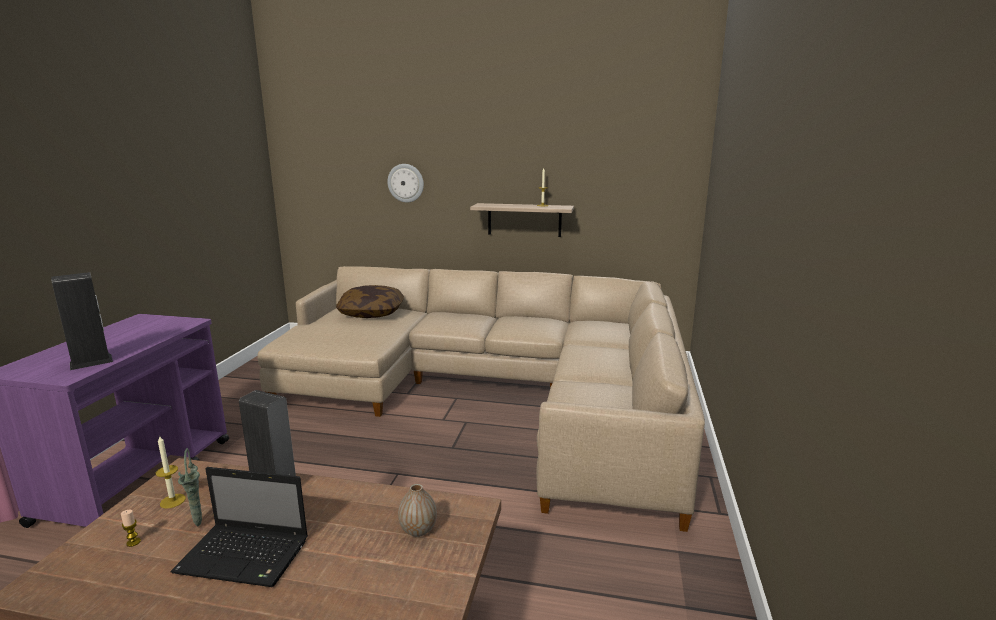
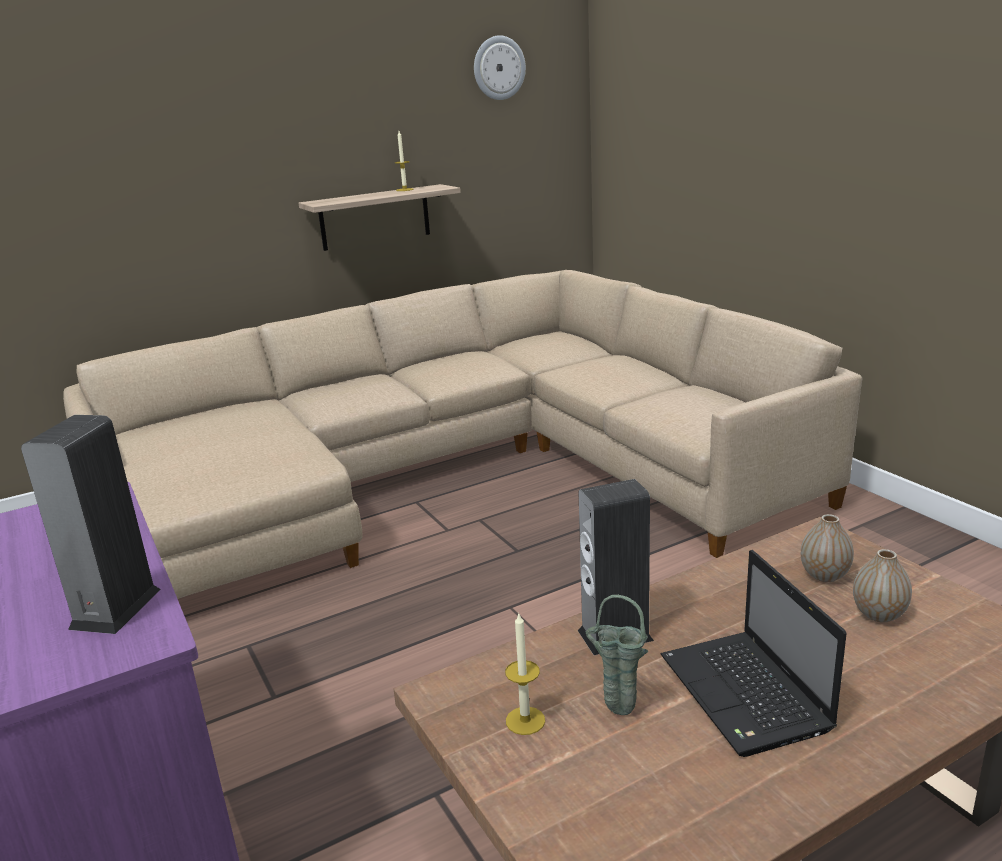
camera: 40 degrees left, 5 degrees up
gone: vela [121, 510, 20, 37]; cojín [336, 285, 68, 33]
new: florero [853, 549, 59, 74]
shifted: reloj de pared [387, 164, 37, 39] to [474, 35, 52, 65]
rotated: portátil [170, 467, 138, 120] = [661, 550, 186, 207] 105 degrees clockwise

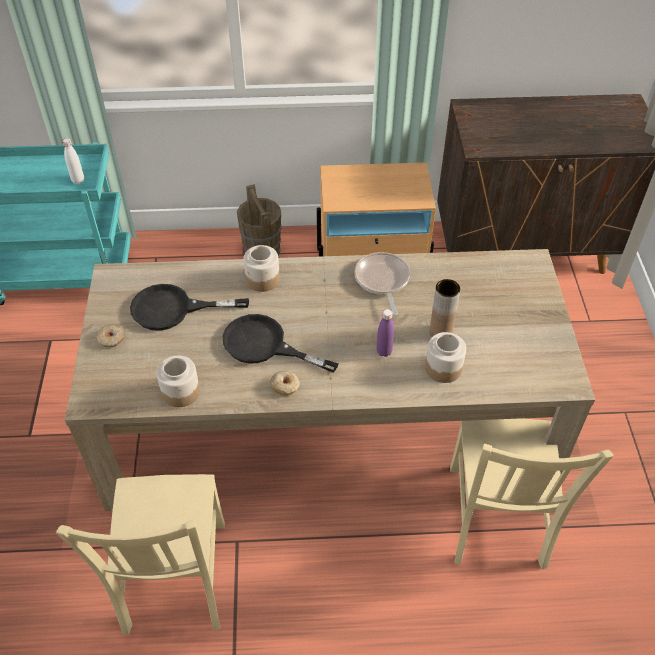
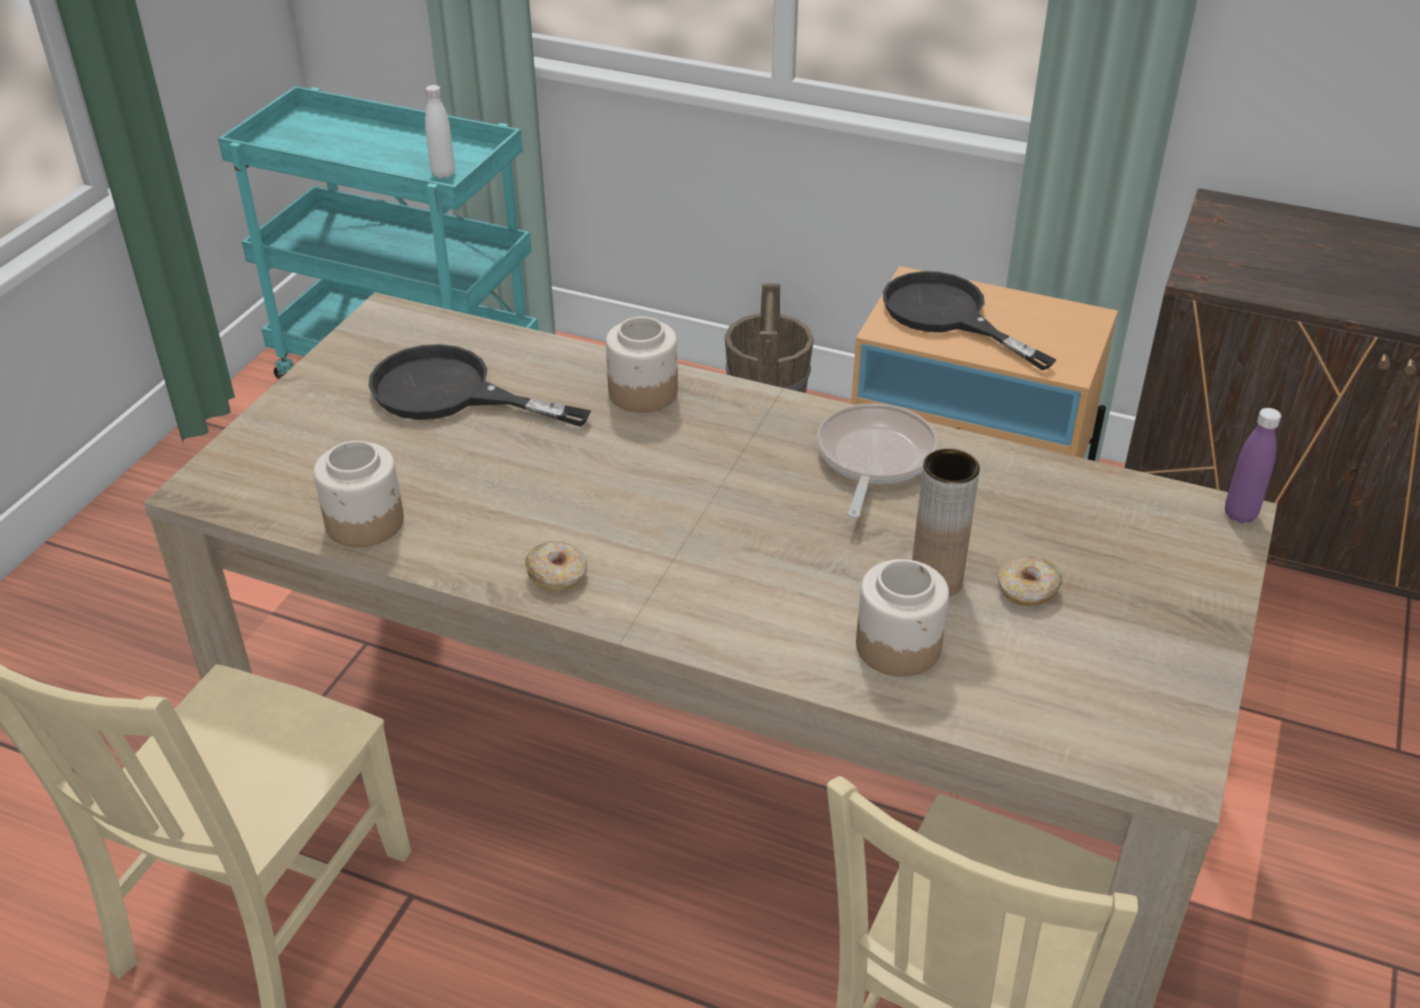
camera: 25 degrees right, 10 degrees down
shifted: sartén (negro) [222, 314, 116, 59] to [883, 271, 173, 100]; rosquilla [97, 323, 28, 25] to [998, 556, 64, 50]; botella (morado) [376, 309, 18, 48] to [1225, 408, 56, 115]

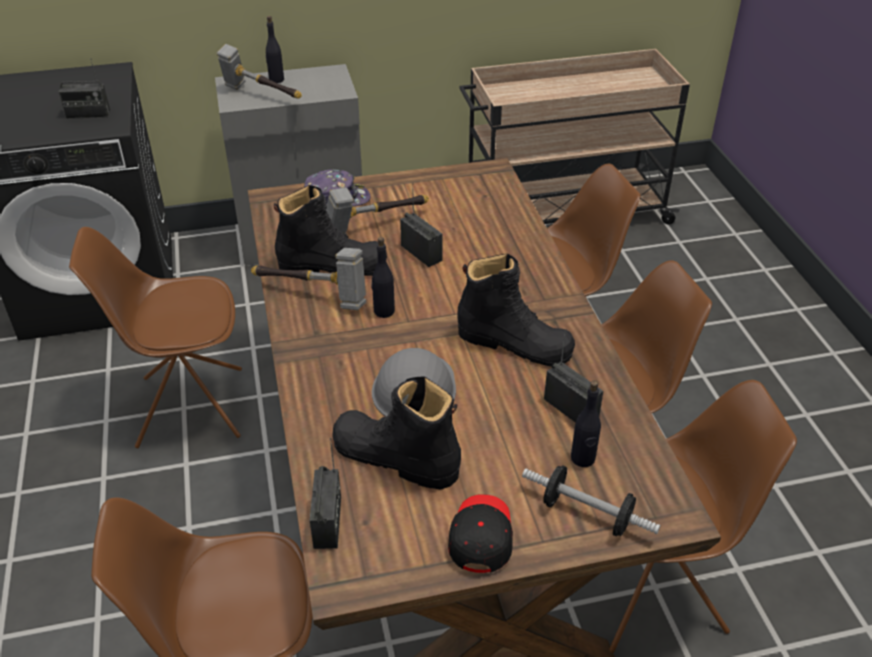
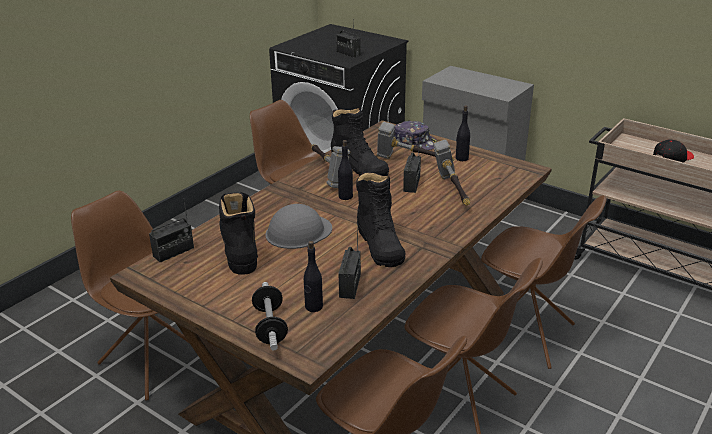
camera: 50 degrees right, 10 degrees down
shifted: martillo [217, 44, 85, 54] to [433, 139, 37, 67]; botella (negro) [265, 16, 19, 67] to [456, 106, 14, 55]; gorra (negro) [448, 494, 65, 79] to [653, 140, 41, 23]

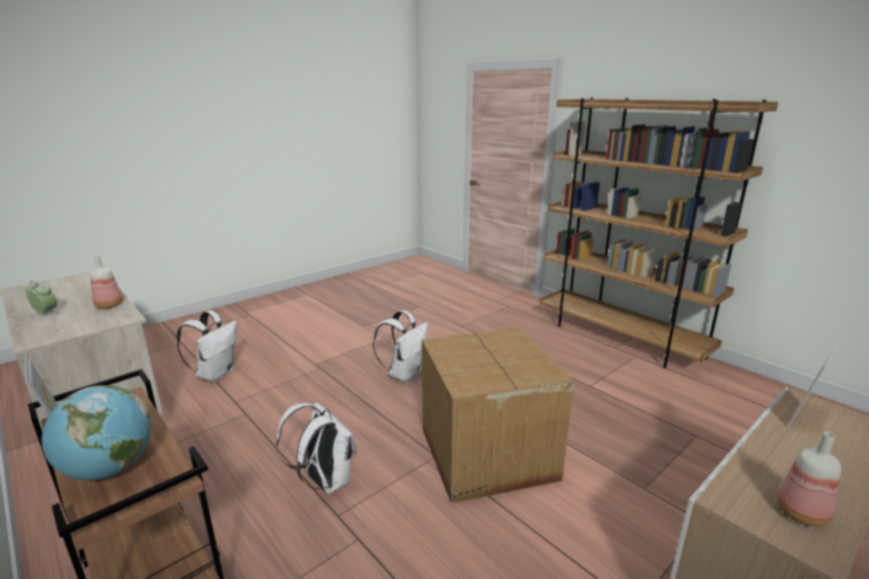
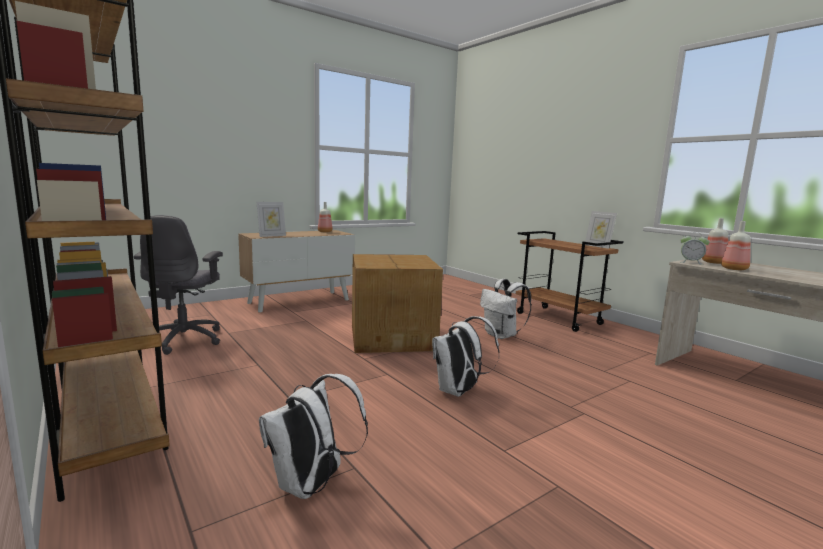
camera: 175 degrees left, 10 degrees down
gone: globo terráqueo [42, 385, 109, 95]
new: silla de oficina (gris) [134, 215, 89, 140]; botella [702, 218, 26, 46]
shifted: mochila (blanco) [177, 310, 60, 72] to [259, 374, 109, 125]; despertador [25, 280, 36, 33] to [680, 232, 29, 33]

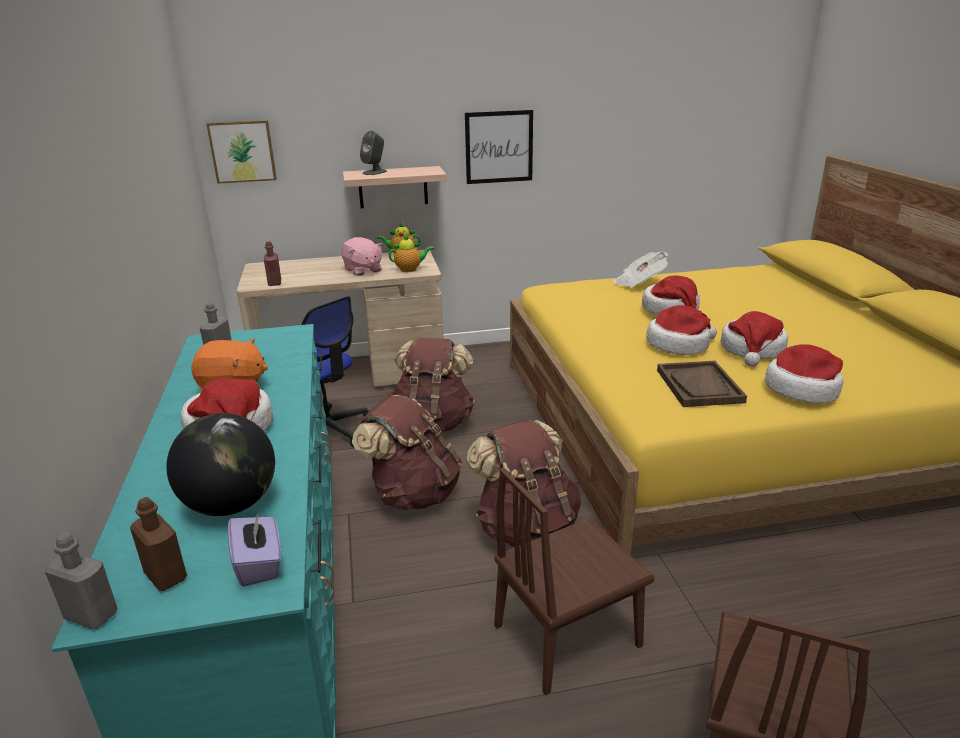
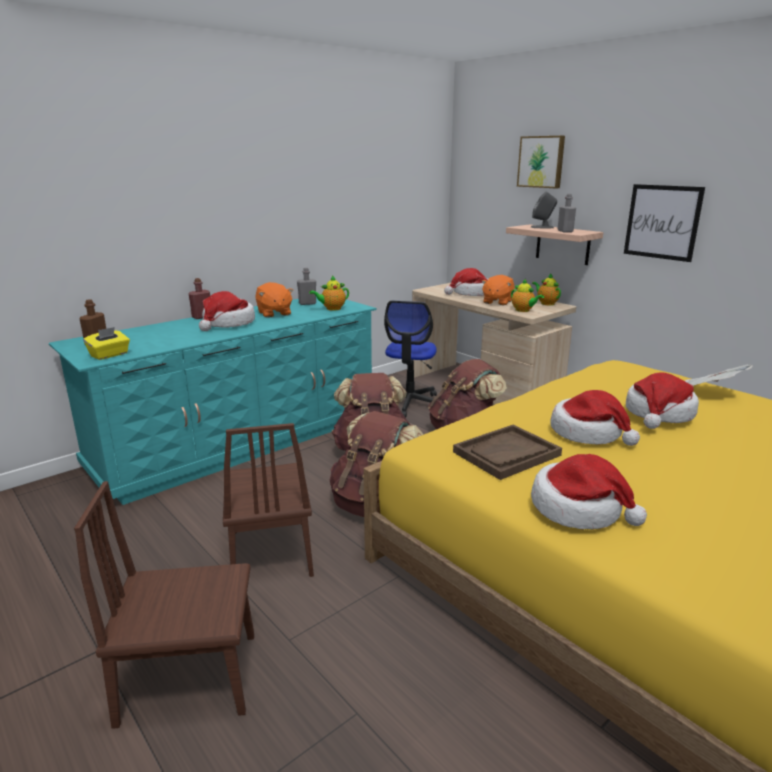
camera: 60 degrees right, 5 degrees down
gone: globo terráqueo [166, 413, 109, 103]
new: tetera [309, 276, 40, 35]
shifted: botella (rojo) [264, 241, 17, 45] to [188, 278, 22, 41]; sombrero [720, 311, 68, 56] to [444, 268, 44, 28]; cuadro [206, 120, 71, 64] to [517, 136, 48, 52]; botella (gris) [45, 533, 72, 97] to [557, 194, 19, 39]
repainted: caja de pañuelos (morado) [228, 512, 53, 75] to caja de pañuelos (amarillo) [83, 327, 47, 33]; peluche (rosa) [341, 237, 42, 39] to peluche (naranja) [481, 275, 34, 30]
rotated: silla (marrón) [494, 468, 161, 227] = [223, 423, 91, 154] 135 degrees counterclockwise

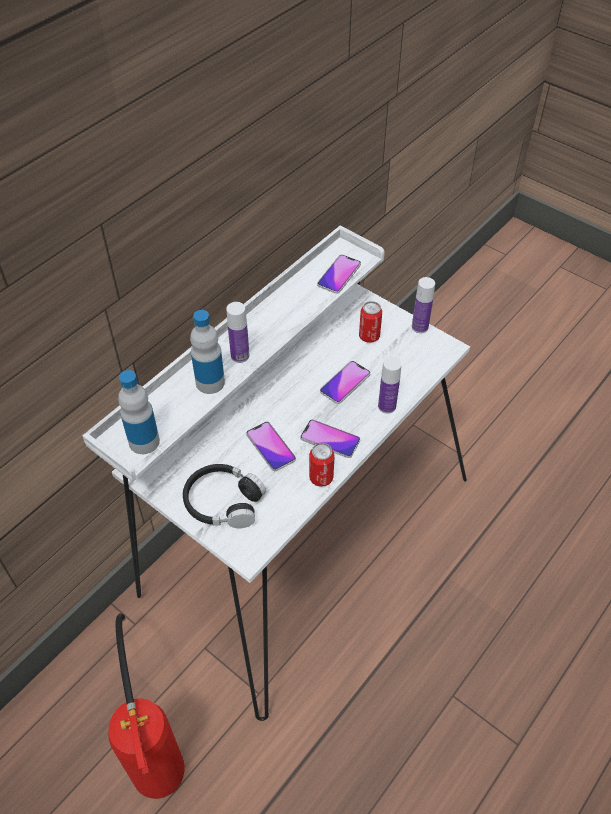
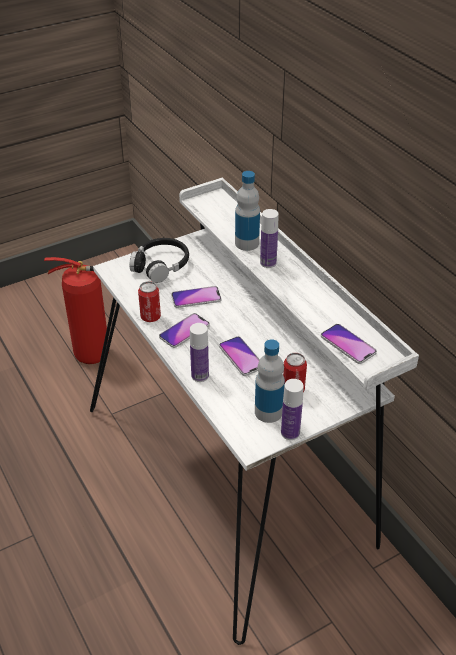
camera: 110 degrees right, 10 degrees down
shifted: botella [118, 370, 42, 84] to [255, 339, 30, 84]

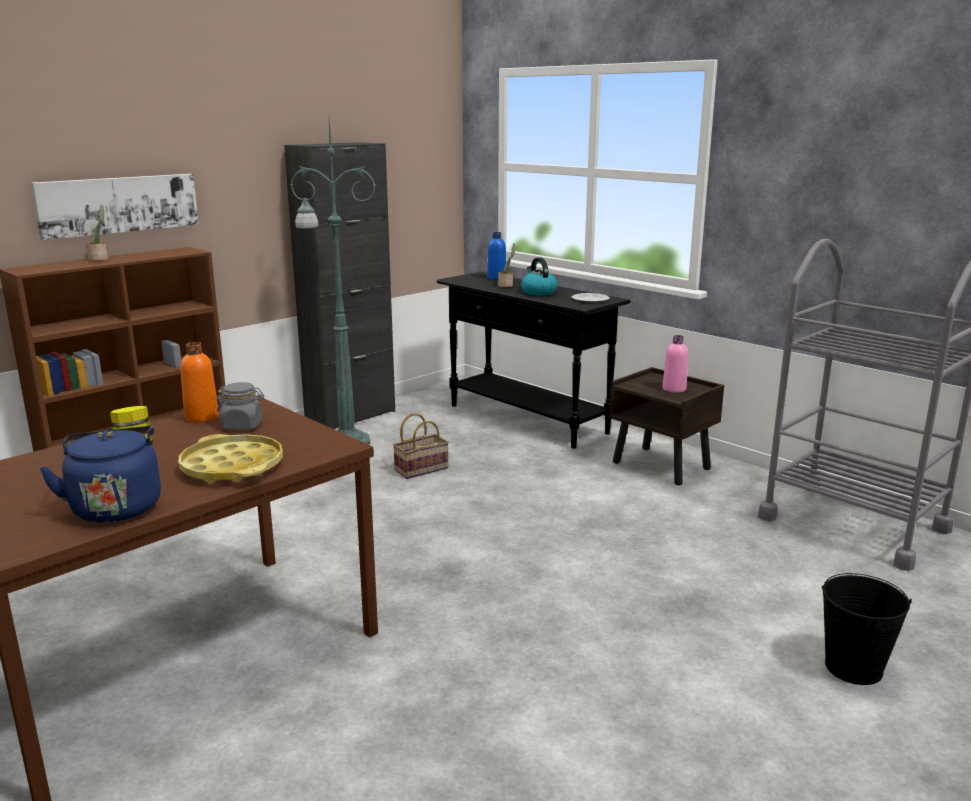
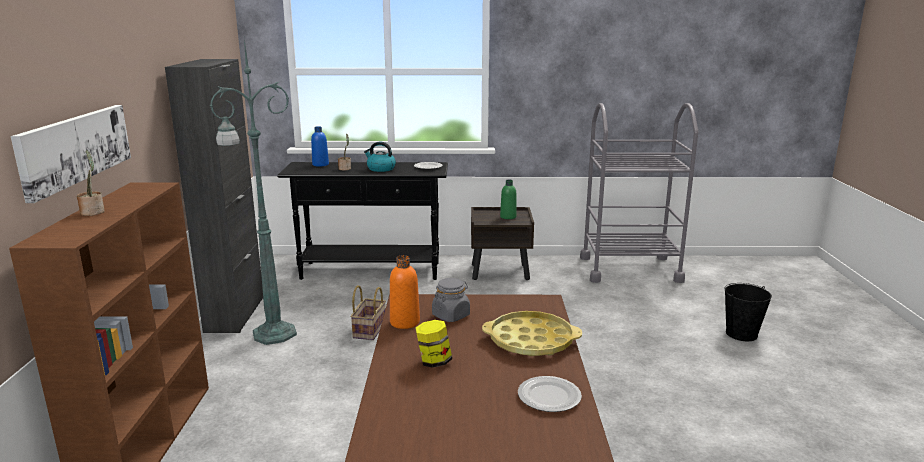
camera: 45 degrees left, 0 degrees up
swapped: hervidor (azul) [39, 426, 122, 97] to plato [518, 376, 64, 36]
repainted: botella (rosa) [663, 335, 25, 58] to botella (verde) [500, 180, 17, 39]

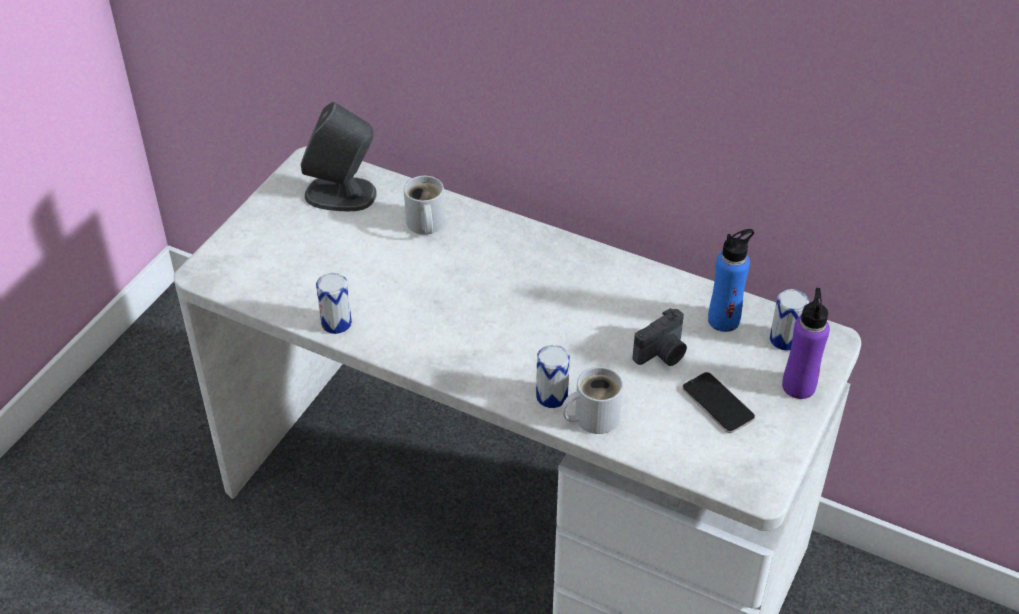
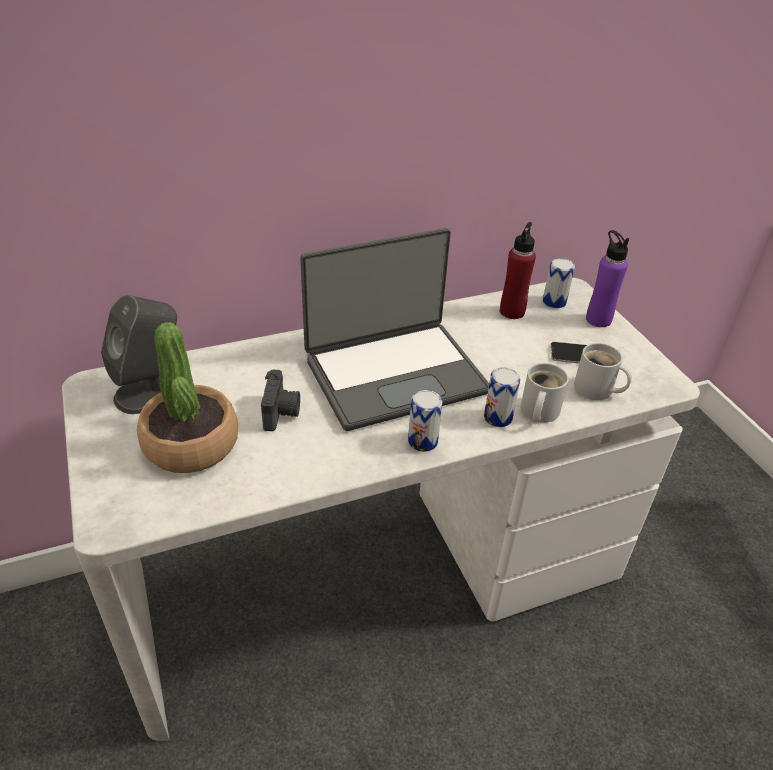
camera: 50 degrees left, 5 degrees down
new: planta en maceta [137, 322, 101, 151]; portátil [300, 228, 189, 203]
shifted: cámara [632, 308, 55, 58] to [261, 370, 39, 61]; lata [316, 273, 36, 61] to [408, 390, 35, 62]; taza grande (blanco) [404, 176, 41, 59] to [574, 343, 58, 57]
repainted: botella (azul) [708, 229, 46, 103] to botella (rojo) [500, 222, 36, 97]

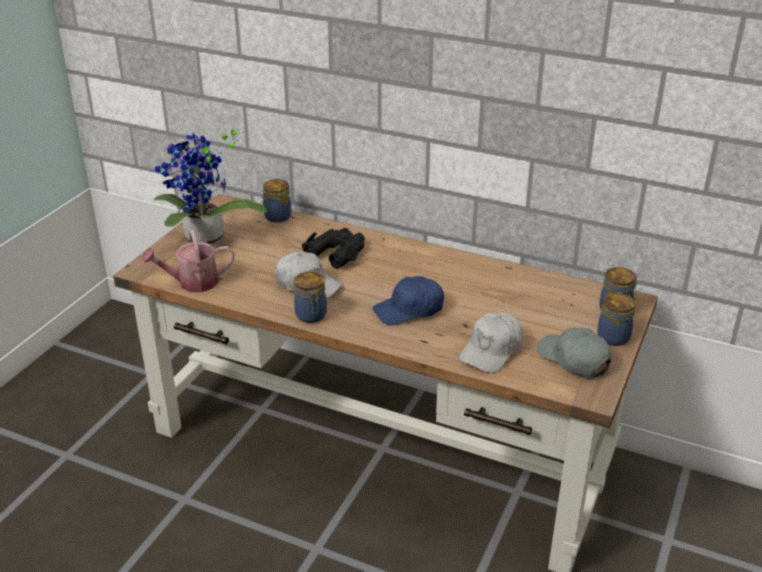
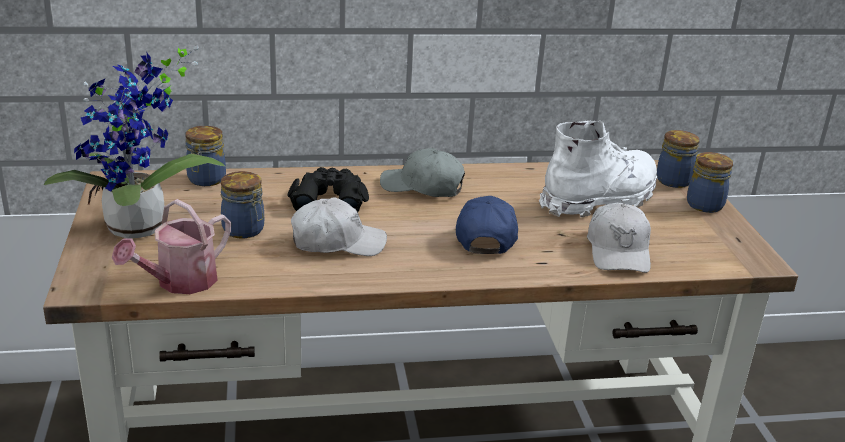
camera: 35 degrees left, 5 degrees down
new: bota (blanco) [539, 121, 118, 96]
shifted: tarro [294, 272, 33, 51] to [221, 171, 43, 67]; gorra (gris) [537, 327, 74, 52] to [380, 148, 85, 49]
rotated: gorra (azul) [373, 276, 71, 49] = [456, 196, 62, 58] 150 degrees clockwise

